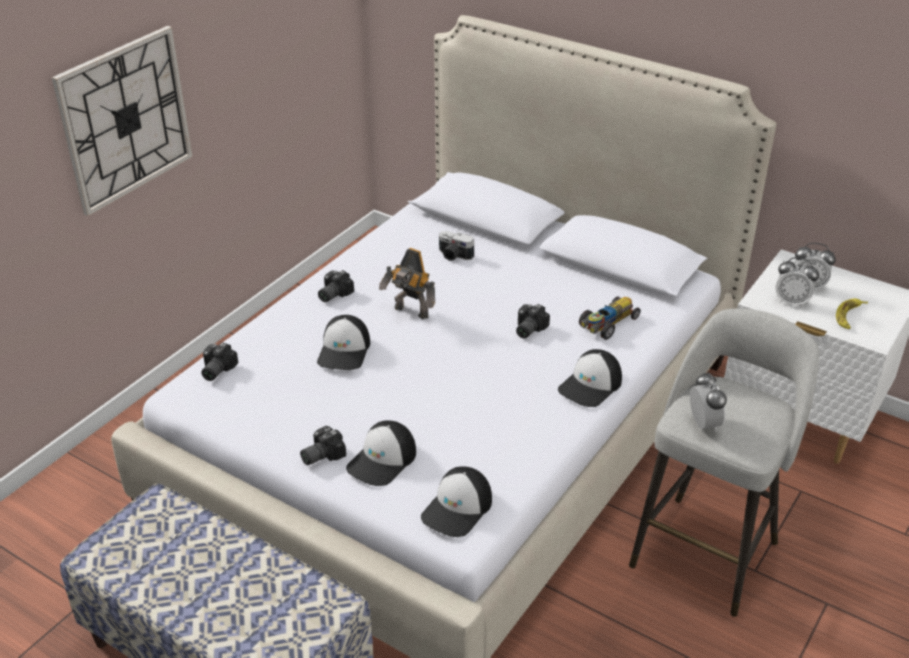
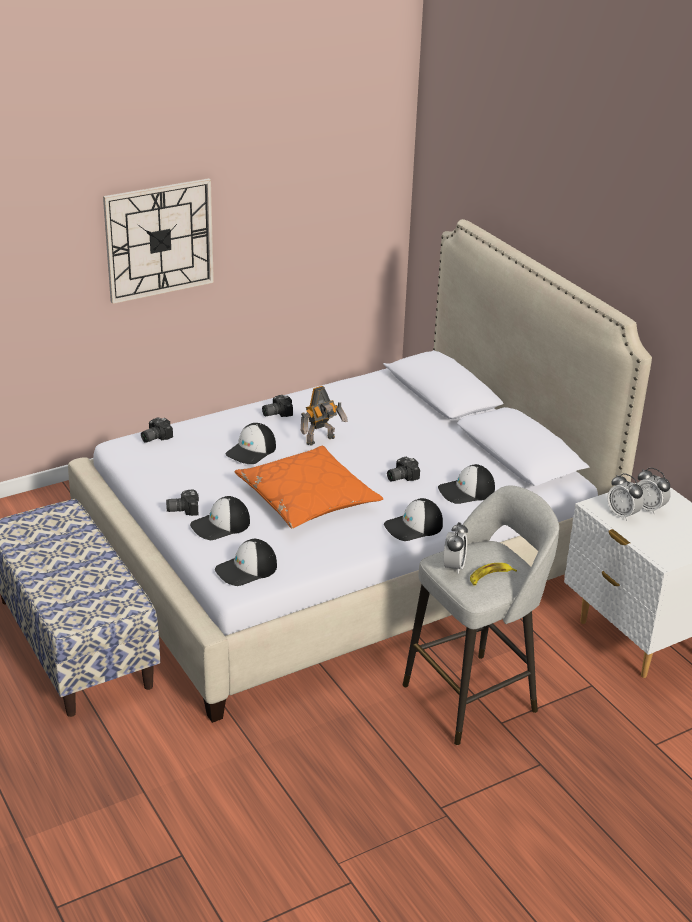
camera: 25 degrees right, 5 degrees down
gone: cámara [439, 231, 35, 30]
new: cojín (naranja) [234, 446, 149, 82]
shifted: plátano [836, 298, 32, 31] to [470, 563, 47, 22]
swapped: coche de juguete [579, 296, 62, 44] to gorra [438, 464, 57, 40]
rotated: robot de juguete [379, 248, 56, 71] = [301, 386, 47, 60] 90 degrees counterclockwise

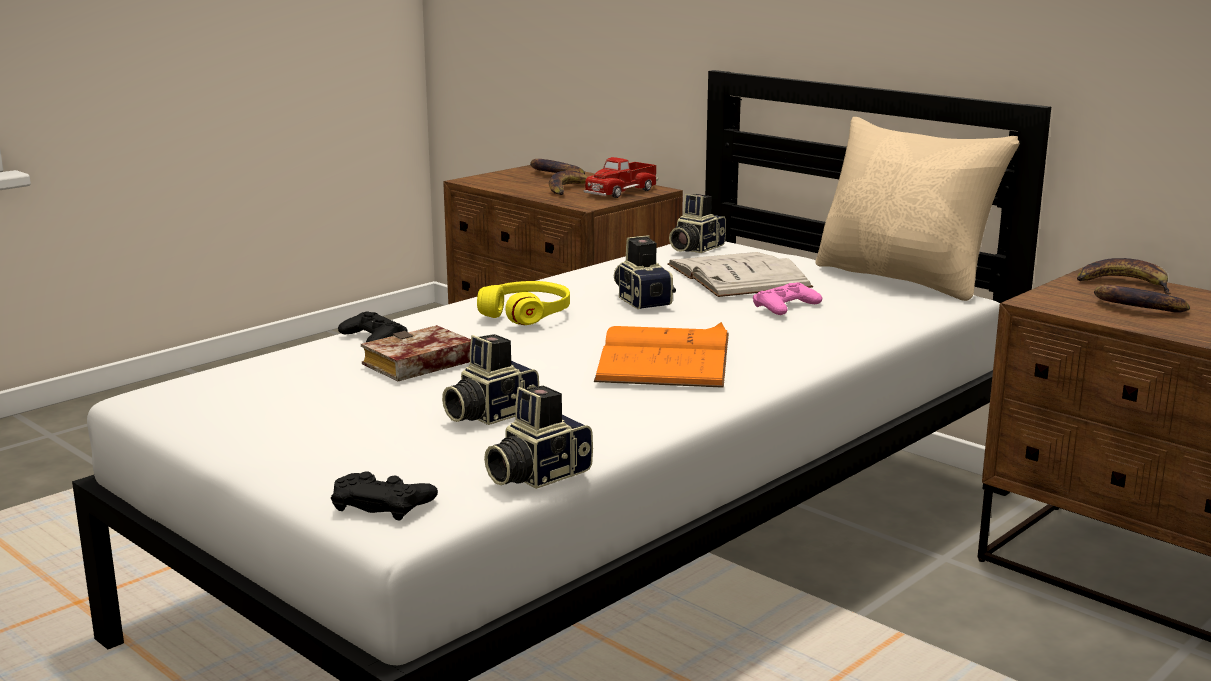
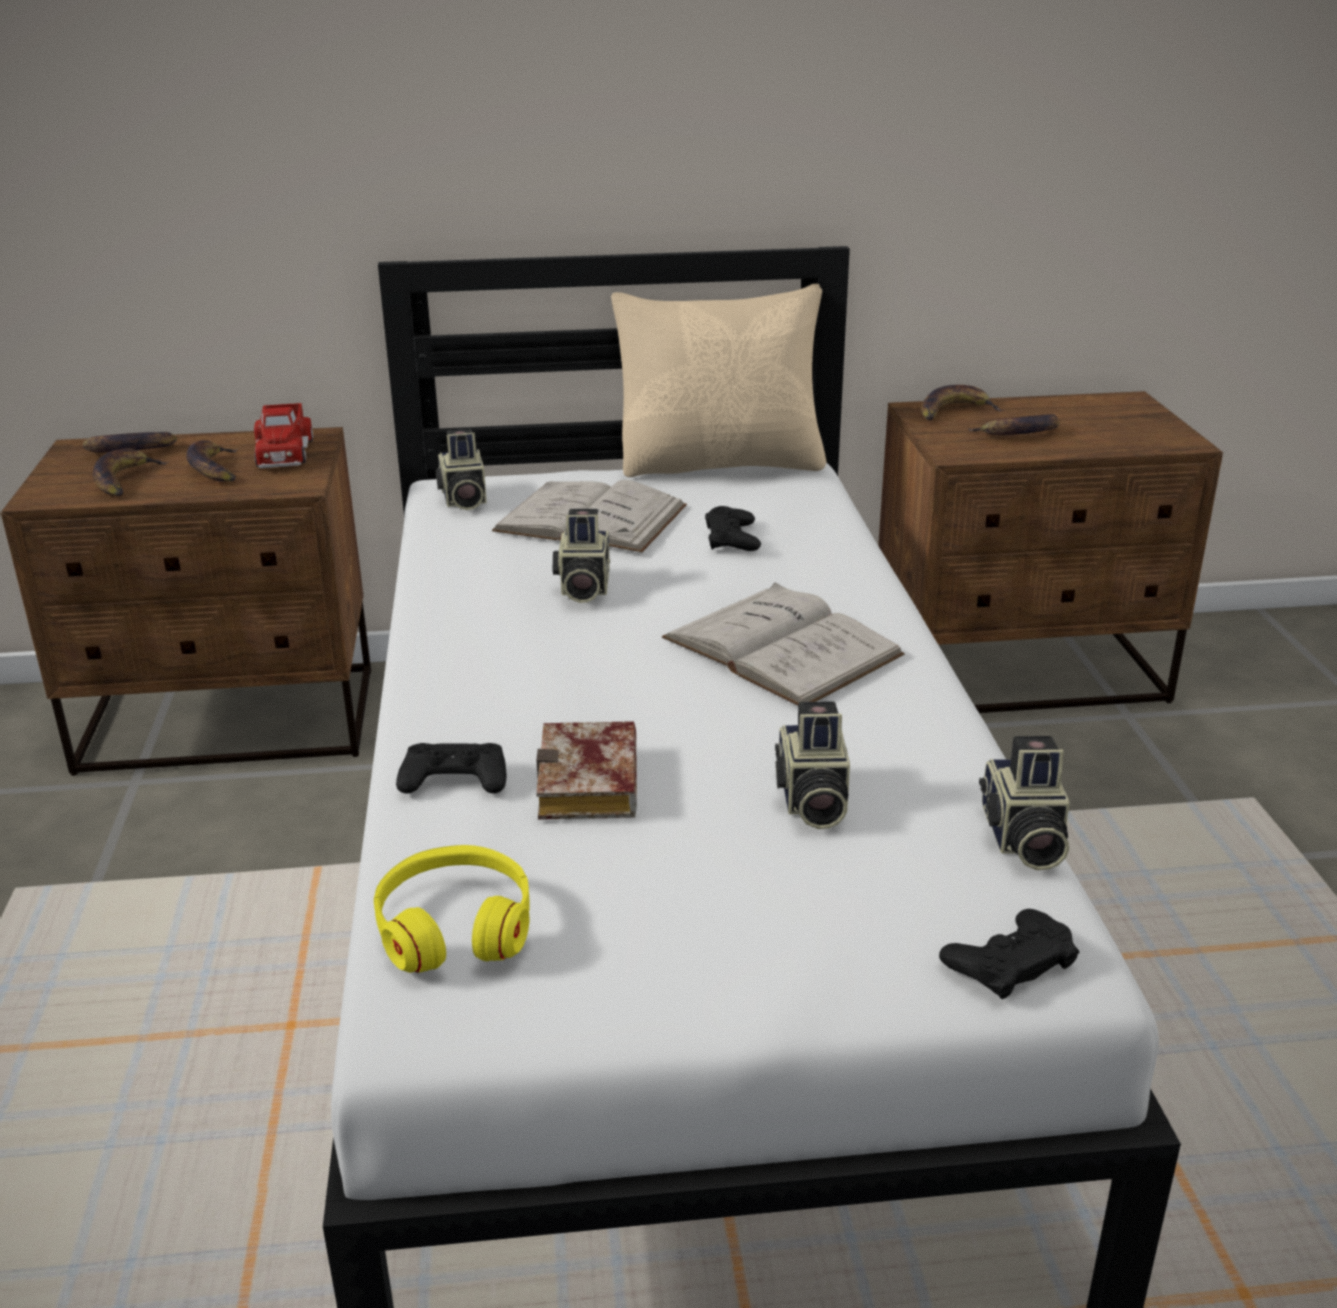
camera: 50 degrees left, 10 degrees up
new: plátano [93, 449, 76, 47]
shifted: auriculares (amarillo) [477, 281, 93, 44] to [374, 845, 156, 128]
repainted: libro (naranja) [594, 322, 135, 66] to libro (blanco) [662, 583, 243, 123]; mando de consola (rosa) [753, 282, 69, 33] to mando de consola (negro) [705, 506, 56, 45]
rotated: cámara [614, 235, 62, 74] = [552, 509, 58, 94] 105 degrees counterclockwise

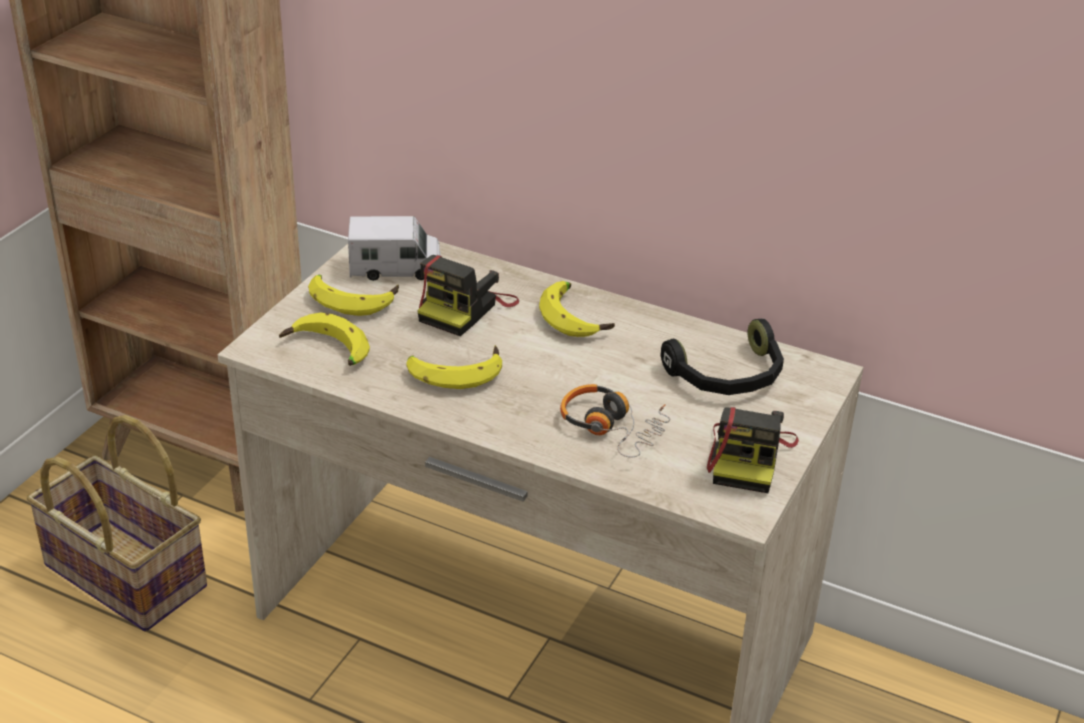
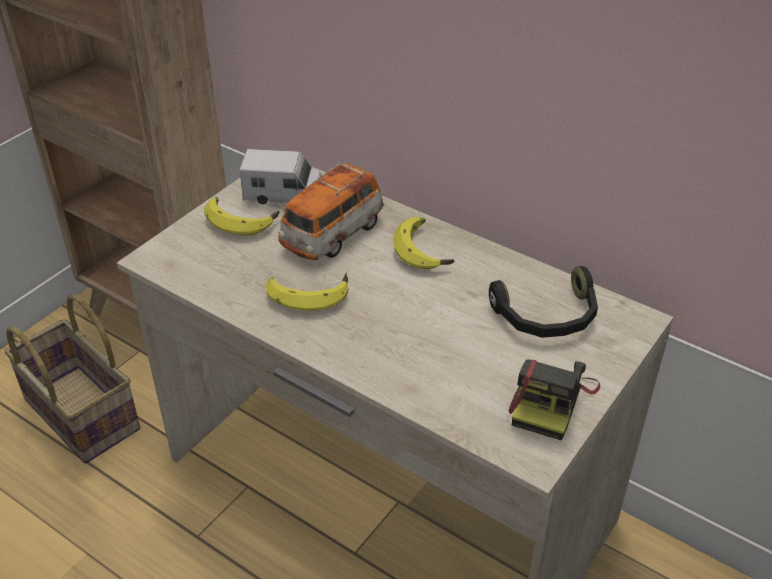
camera: 10 degrees right, 5 degrees up
gone: plátano [279, 312, 91, 54]; auriculares [560, 384, 110, 73]
swapped: cámara [417, 255, 102, 81] to coche de juguete [278, 162, 106, 98]

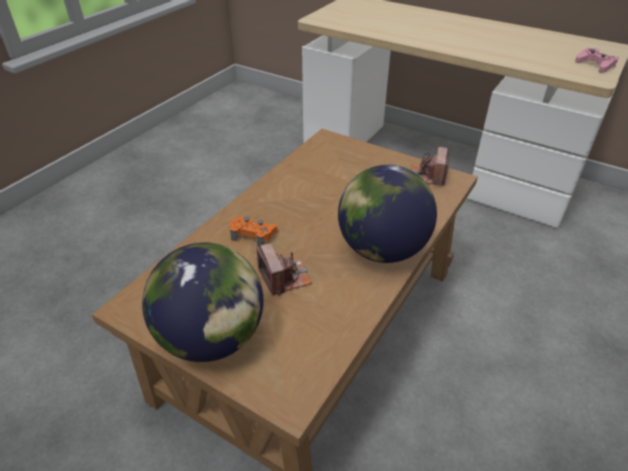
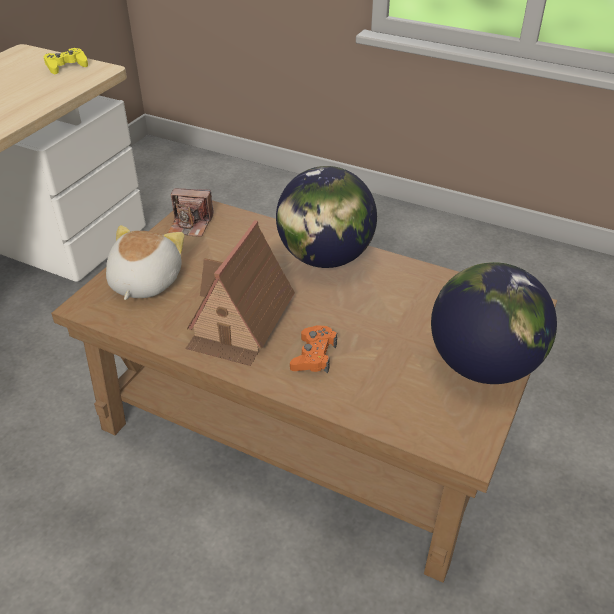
camera: 95 degrees left, 0 degrees up
gone: cámara [257, 243, 55, 53]
new: peluche [106, 225, 78, 75]; casita [185, 220, 110, 146]
repainted: mando de consola (rosa) [575, 48, 44, 25] to mando de consola (amarillo) [44, 48, 44, 26]

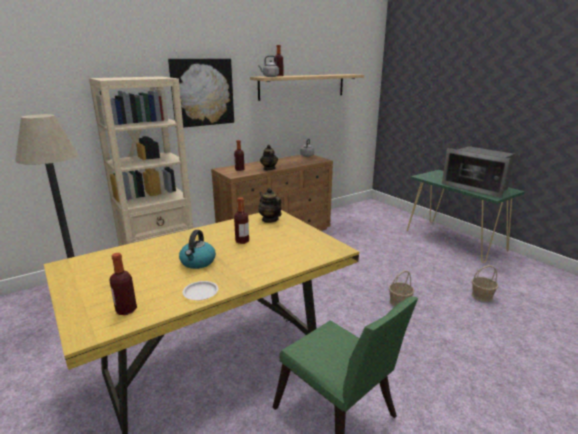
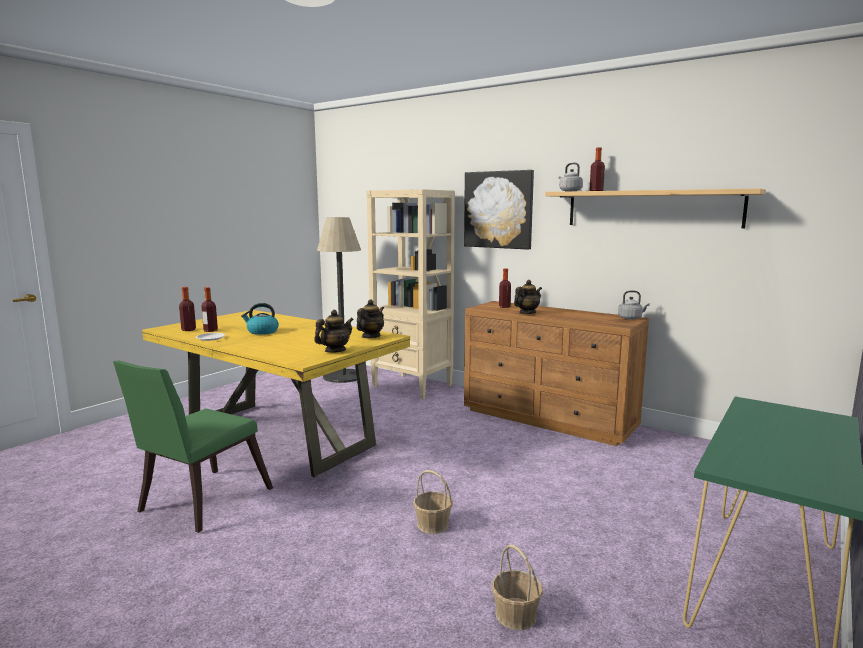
camera: 70 degrees right, 10 degrees down
gone: microondas [442, 146, 73, 52]
new: tetera [314, 310, 40, 43]
shifted: botella [234, 197, 15, 47] to [201, 287, 17, 45]

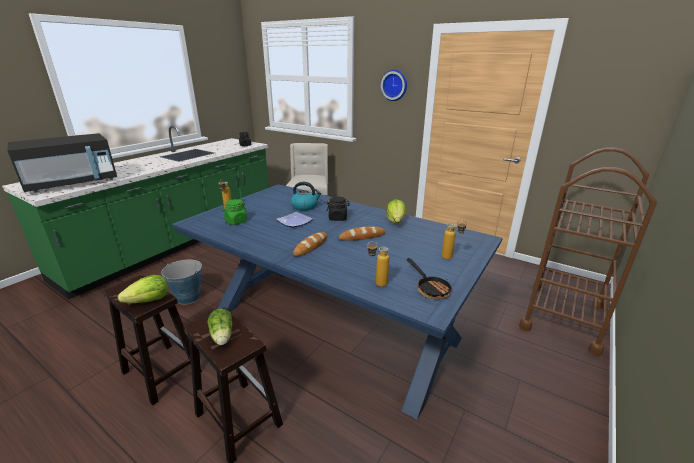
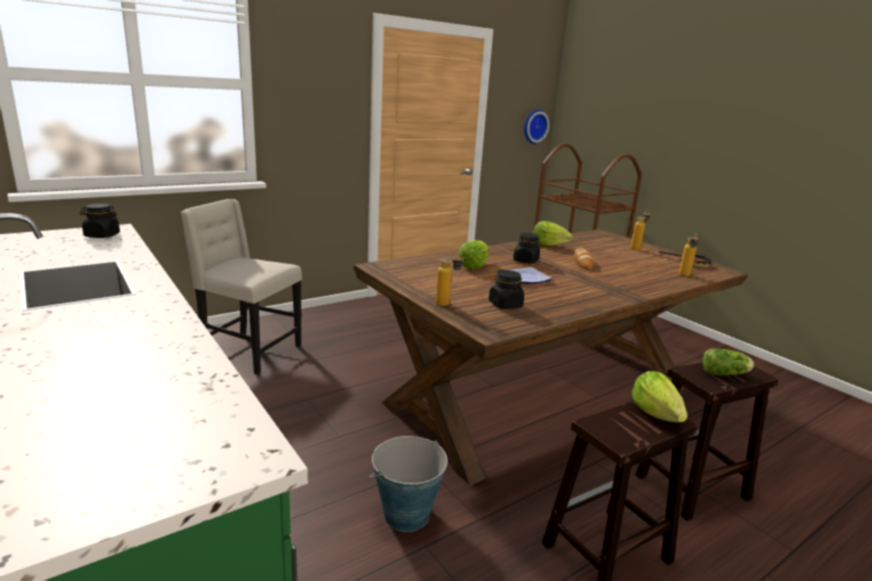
camera: 70 degrees left, 5 degrees down
gone: microondas (negro) [7, 133, 110, 59]; pan [293, 232, 35, 24]
shifted: reloj de pared [381, 70, 26, 31] to [524, 110, 26, 34]
swapped: hervidor [291, 182, 31, 28] to lechuga [458, 240, 31, 29]
repainted: mesa de comedor (azul) [172, 184, 331, 235] to mesa de comedor (marrón) [354, 229, 394, 256]; tarro (verde) [222, 199, 26, 26] to tarro (negro) [489, 270, 35, 39]

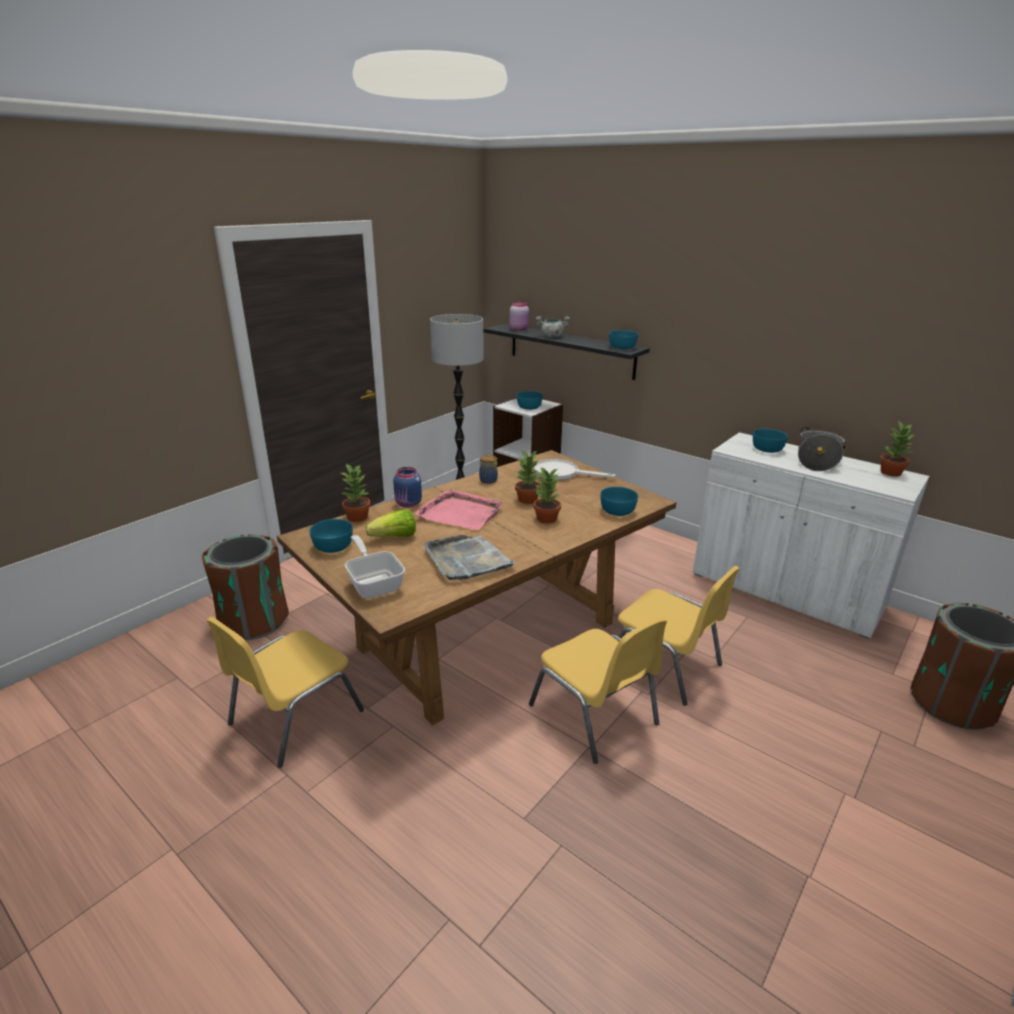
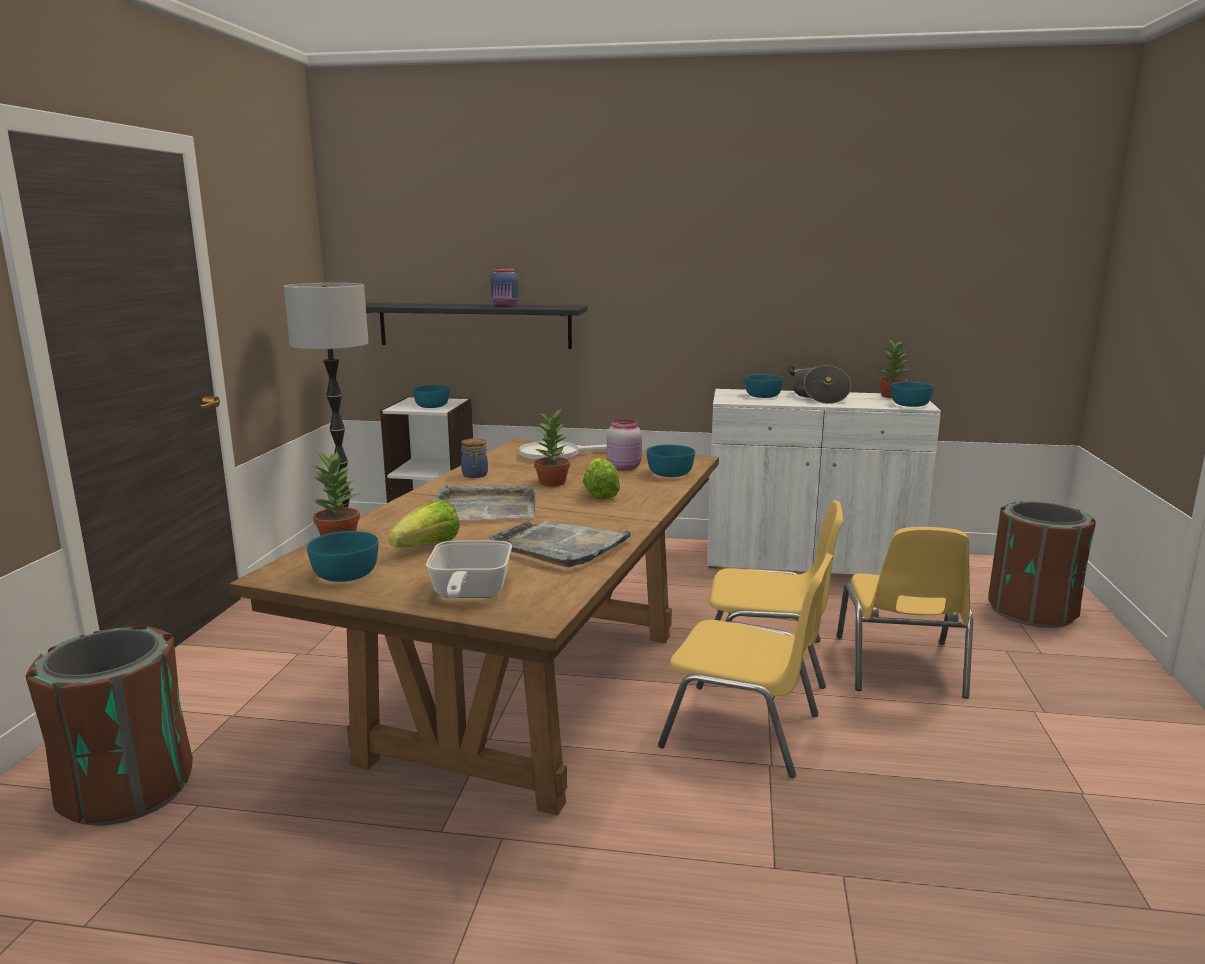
camera: 30 degrees left, 10 degrees down
gone: olla (gris) [536, 316, 34, 21]
shifted: tarro (azul) [393, 467, 29, 41] to [491, 268, 28, 39]; tarro (rosa) [510, 302, 19, 29] to [607, 419, 35, 52]; silla (amarillo) [206, 617, 158, 151] to [837, 527, 136, 171]; cuenco (turquesa) [609, 330, 30, 19] to [891, 382, 43, 25]
swapped: planta en maceta [534, 467, 27, 57] to lechuga [583, 458, 37, 42]
repainted: bandeja (rosa) [415, 489, 88, 41] to bandeja (gris) [433, 484, 103, 36]
rotated: sartén [345, 535, 60, 63] = [426, 541, 86, 58] 120 degrees counterclockwise

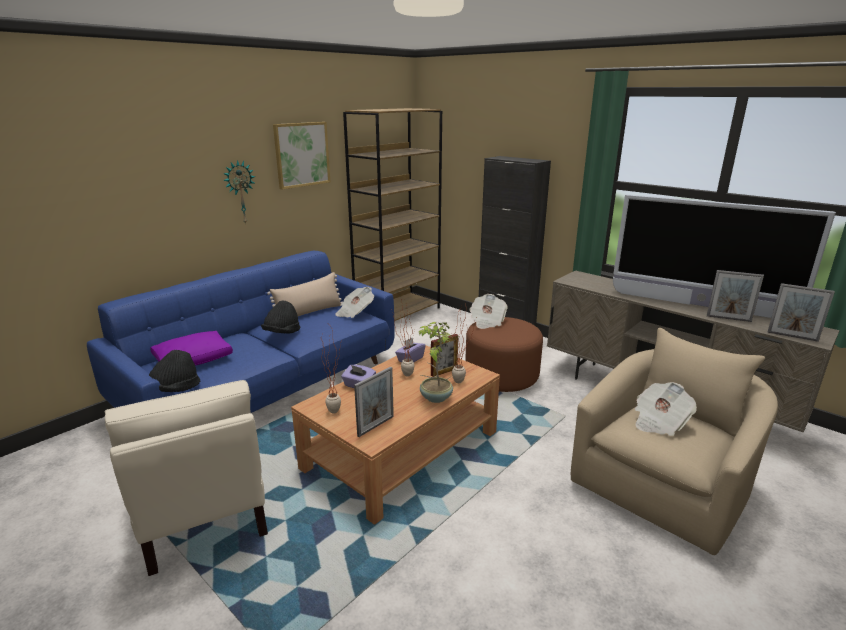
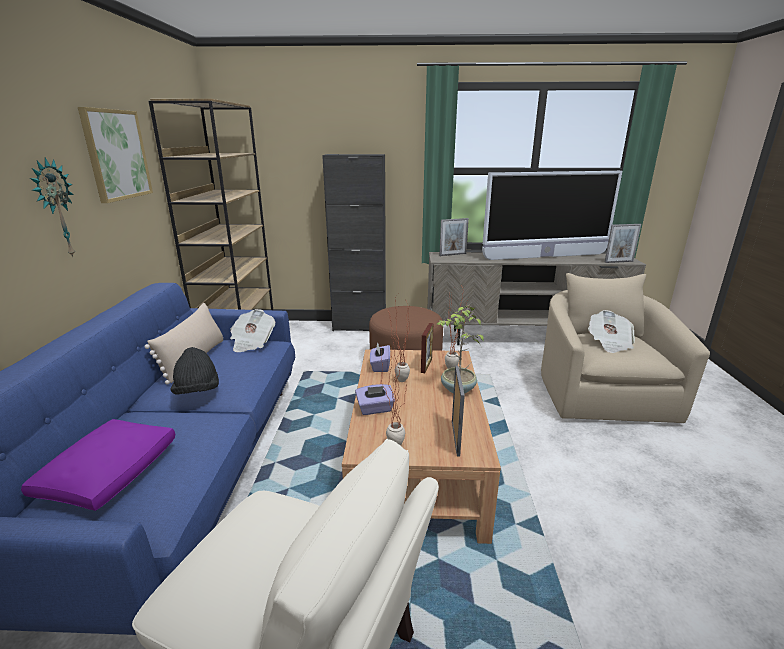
camera: 40 degrees left, 0 degrees up
gone: sombrero (negro) [149, 350, 51, 42]; periódico [470, 294, 38, 35]
shifted: portarretratos [707, 270, 57, 52] to [439, 218, 30, 38]

